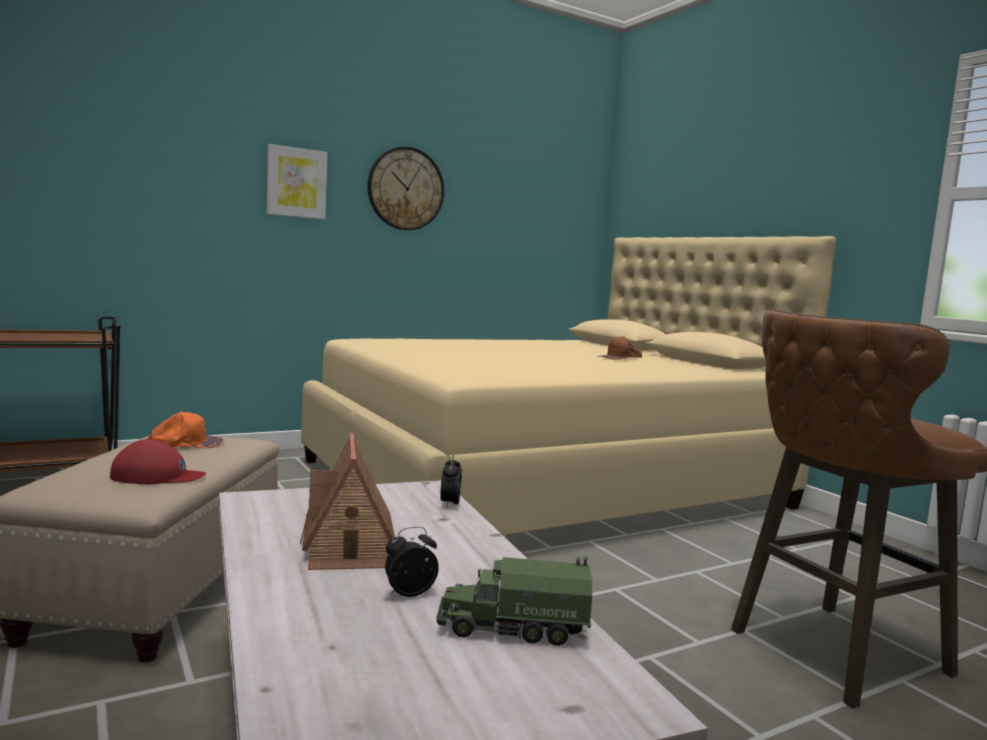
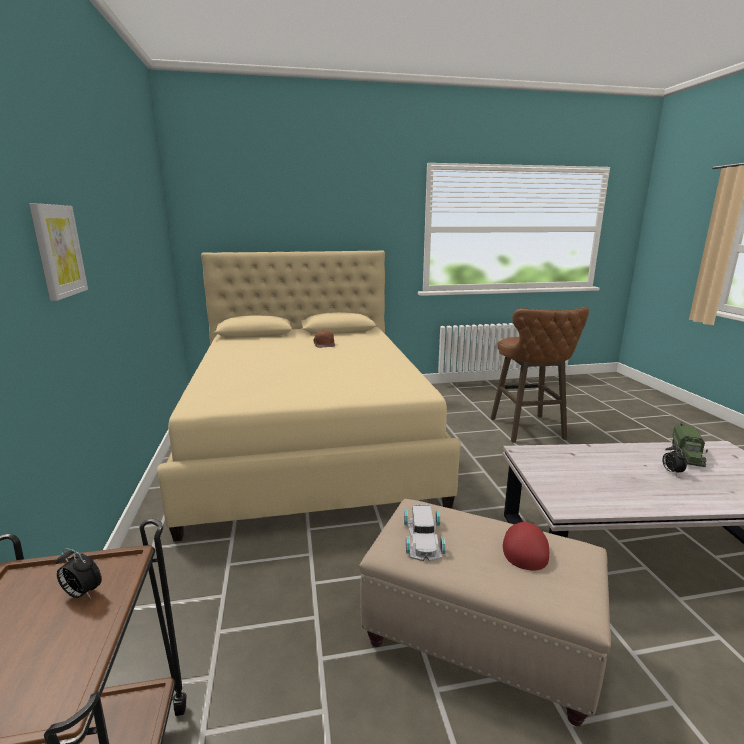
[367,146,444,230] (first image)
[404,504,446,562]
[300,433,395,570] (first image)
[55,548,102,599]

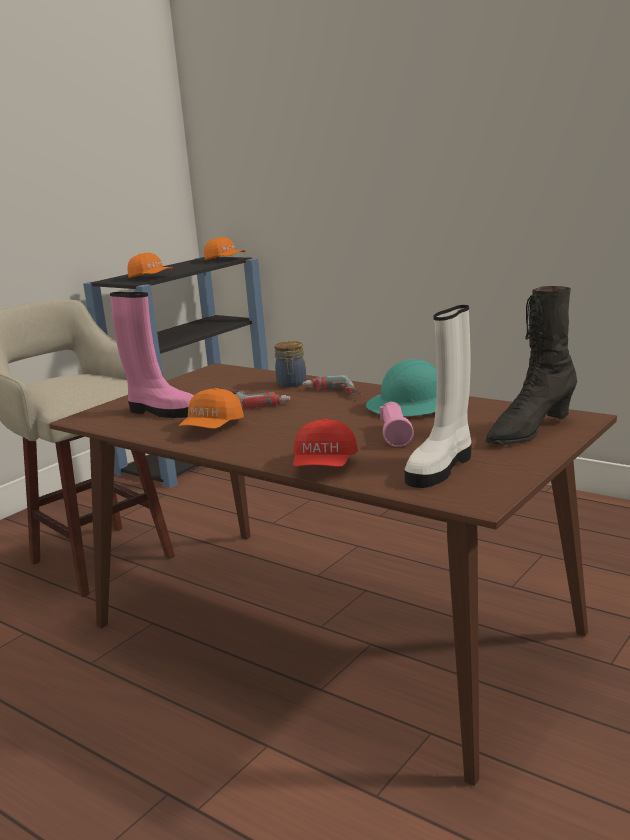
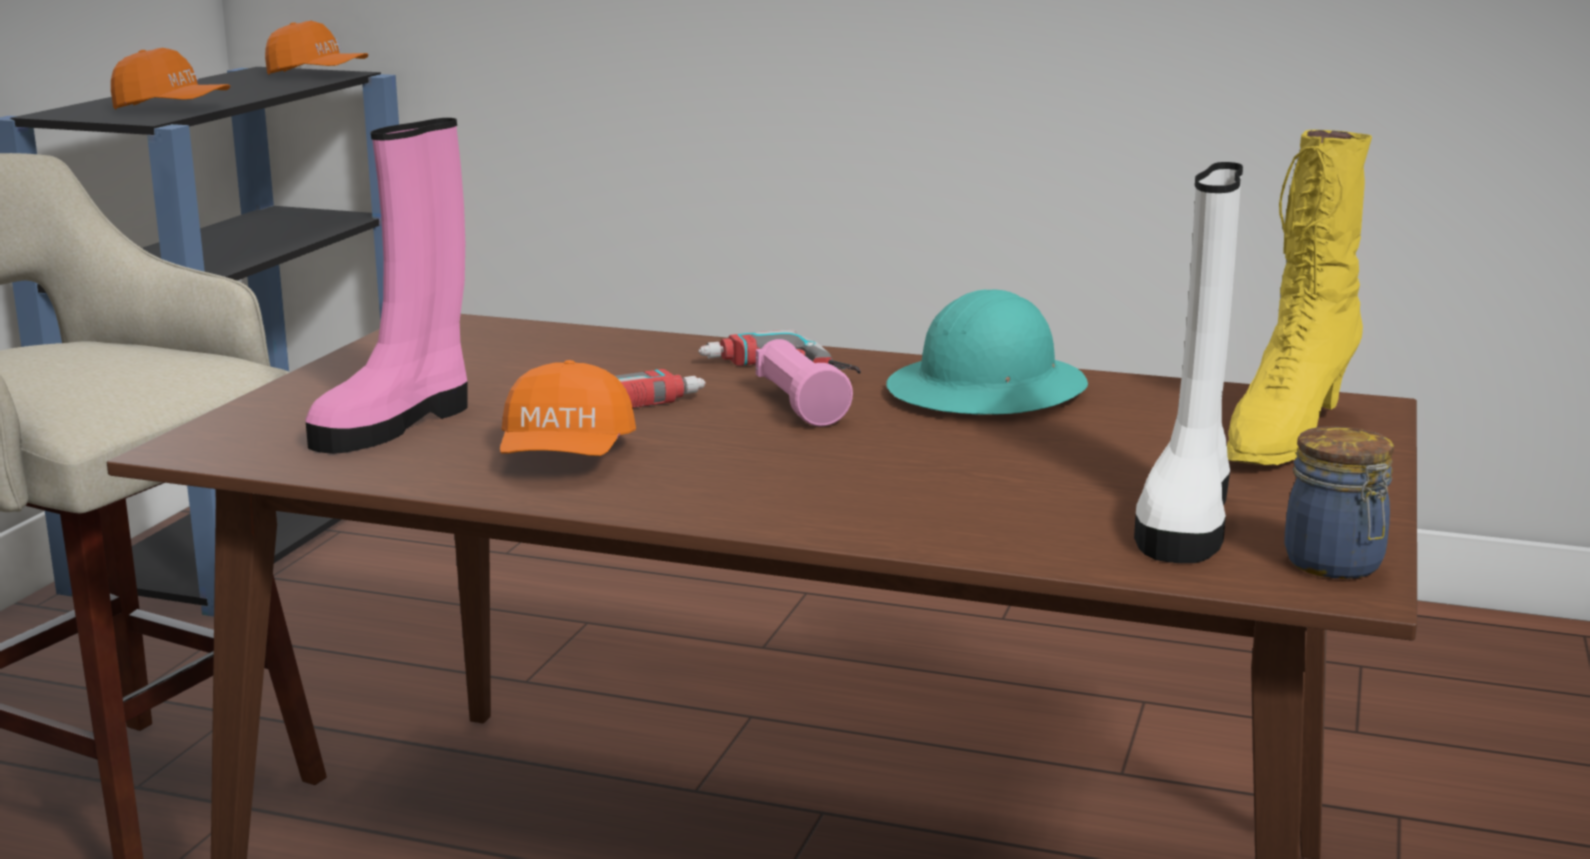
[1227,130,1372,465]
[305,118,468,454]
[1284,426,1394,579]
[756,339,853,426]
[293,419,358,467] (first image)

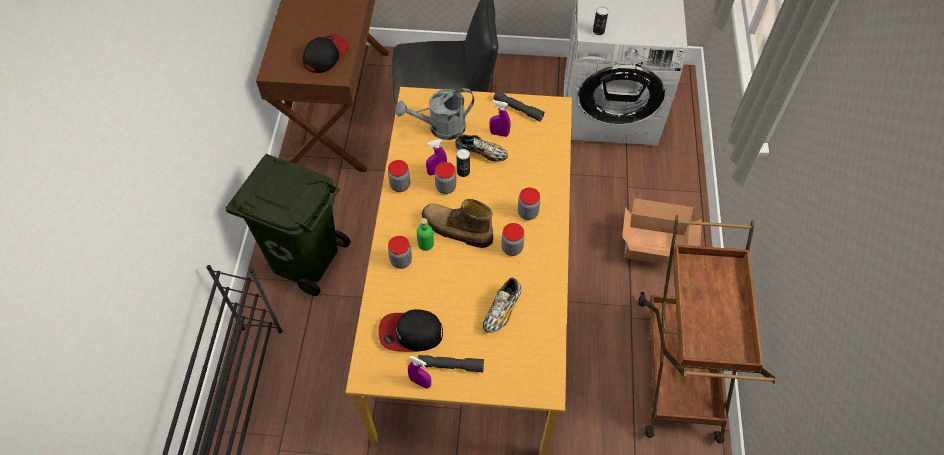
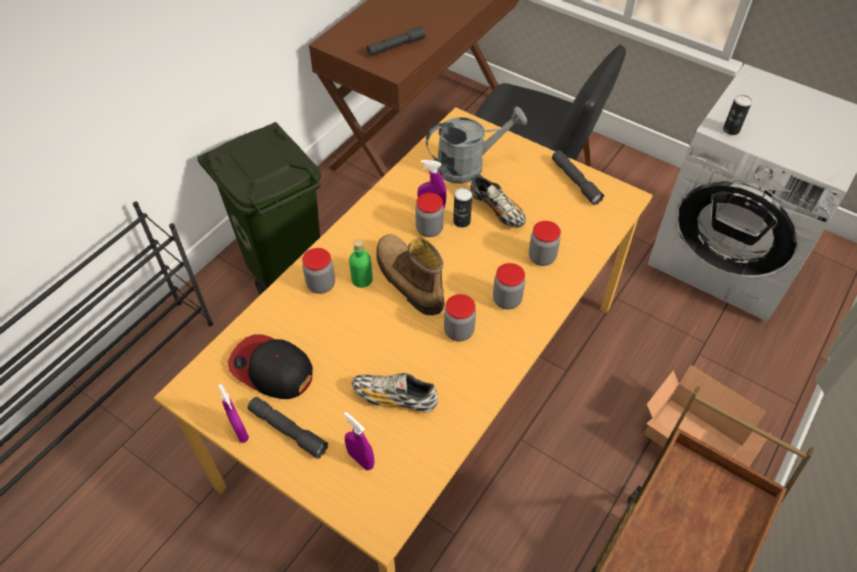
[366,26,426,56]
[426,106,527,184]
[344,412,374,470]
[529,221,561,266]
[352,373,438,413]

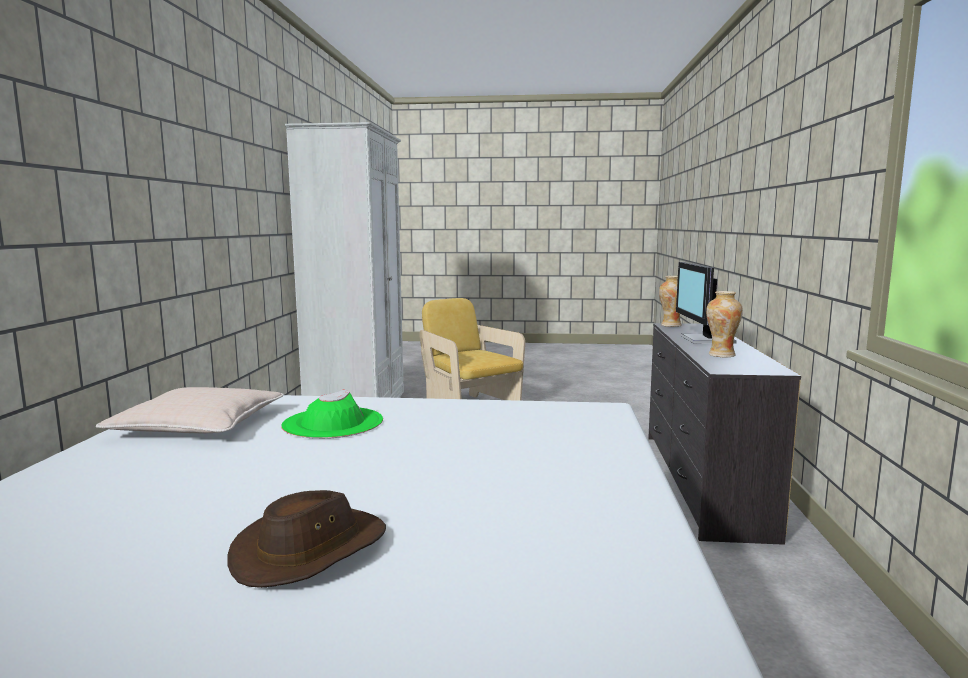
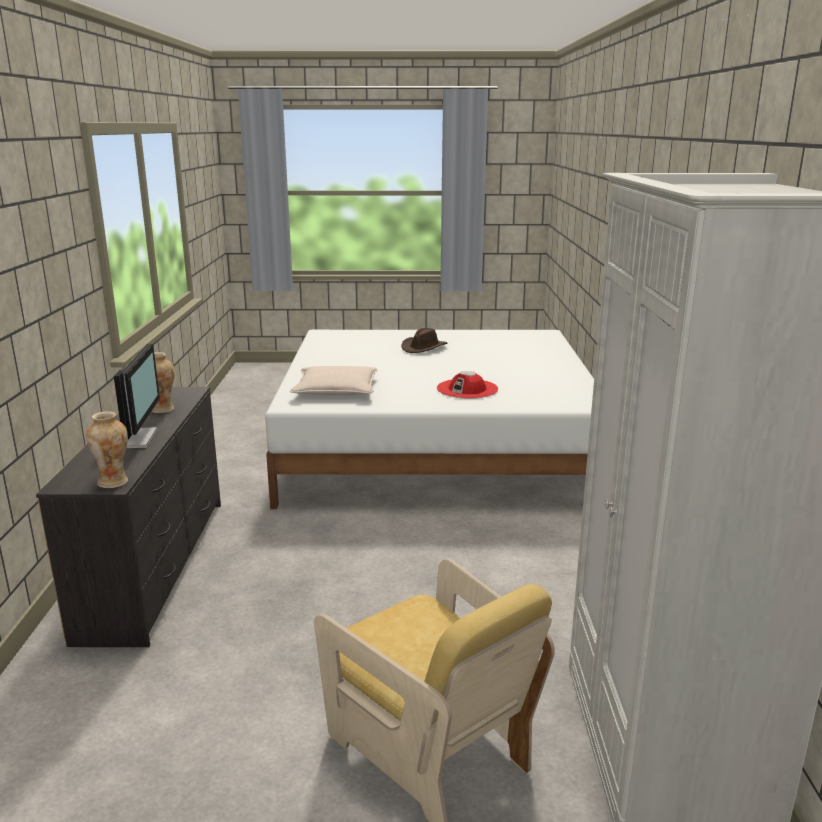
[290,366,378,395]
[437,371,498,399]

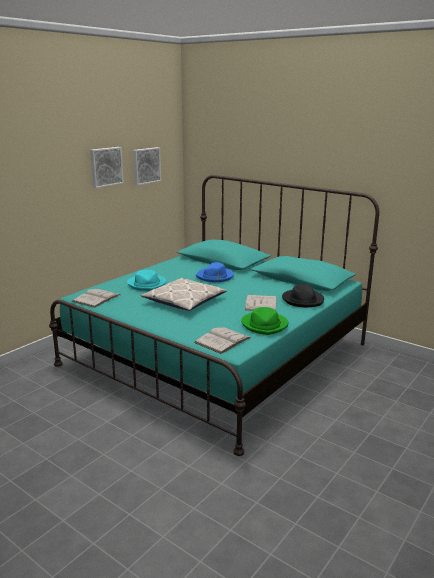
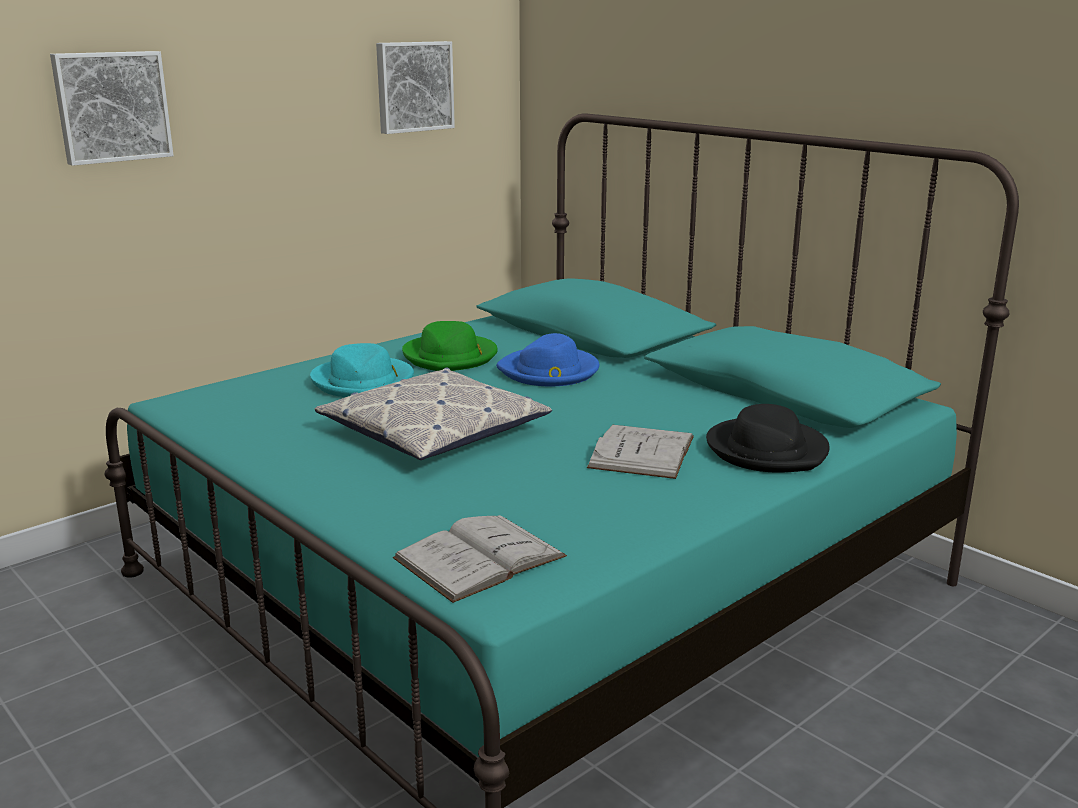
[50,51,174,166]
[72,289,120,308] (first image)
[402,321,498,371]

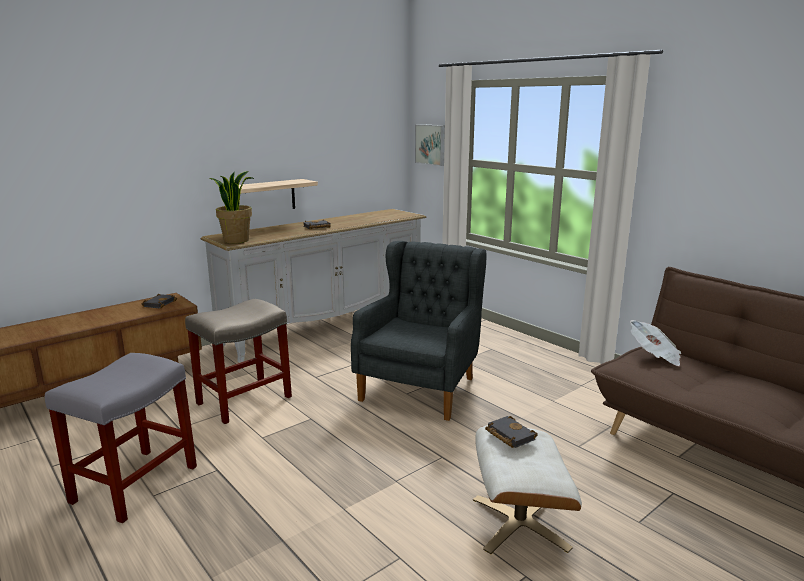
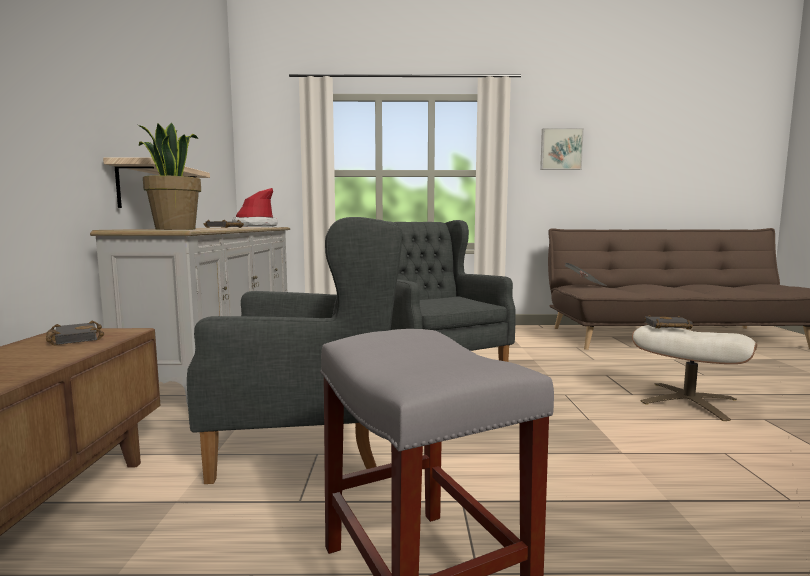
[540,128,584,170]
[187,217,402,484]
[232,188,278,227]

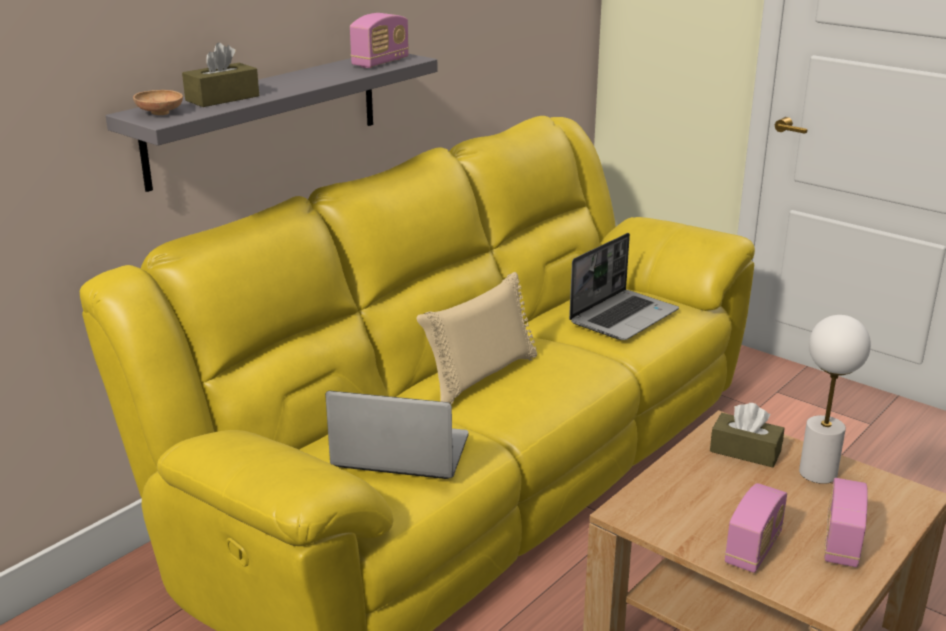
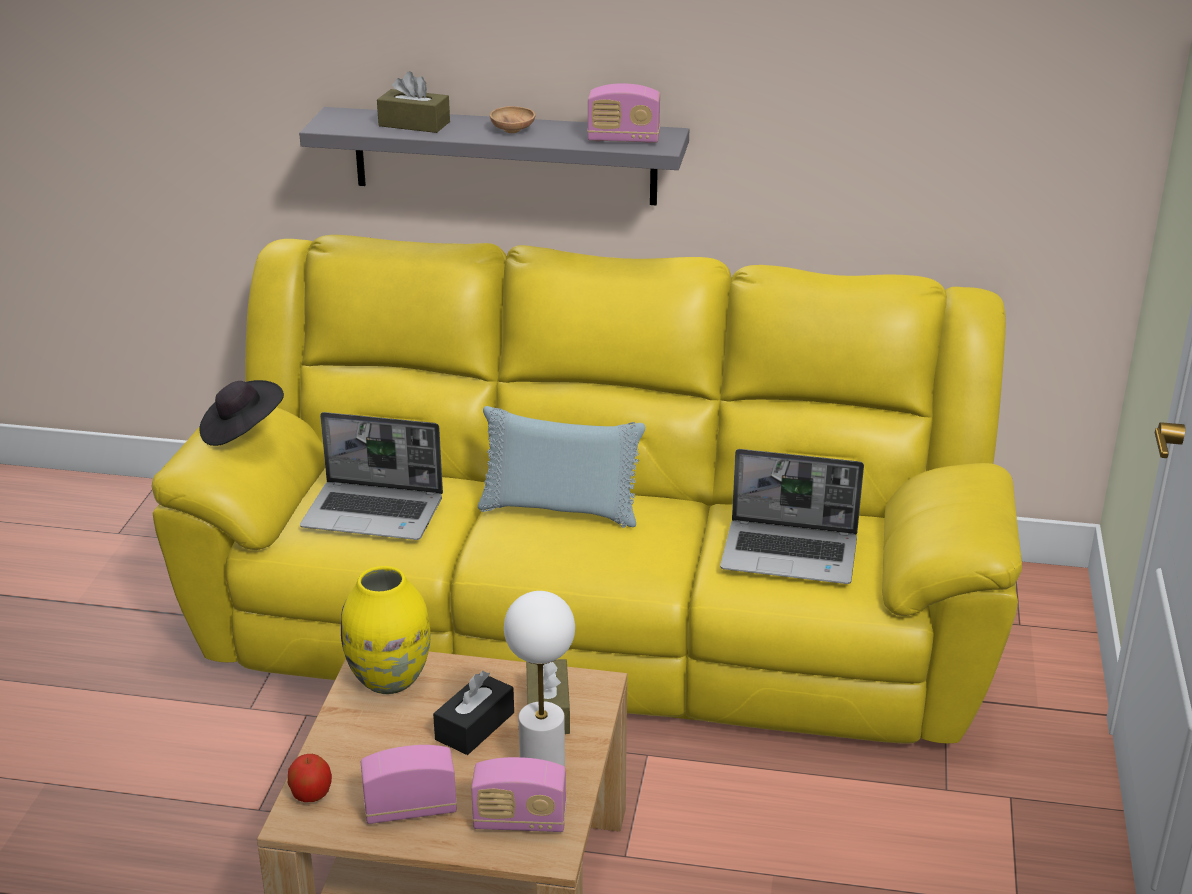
[490,106,535,133]
[478,406,645,528]
[300,412,443,540]
[471,757,567,832]
[200,380,284,446]
[341,566,431,694]
[433,671,514,755]
[288,754,332,802]

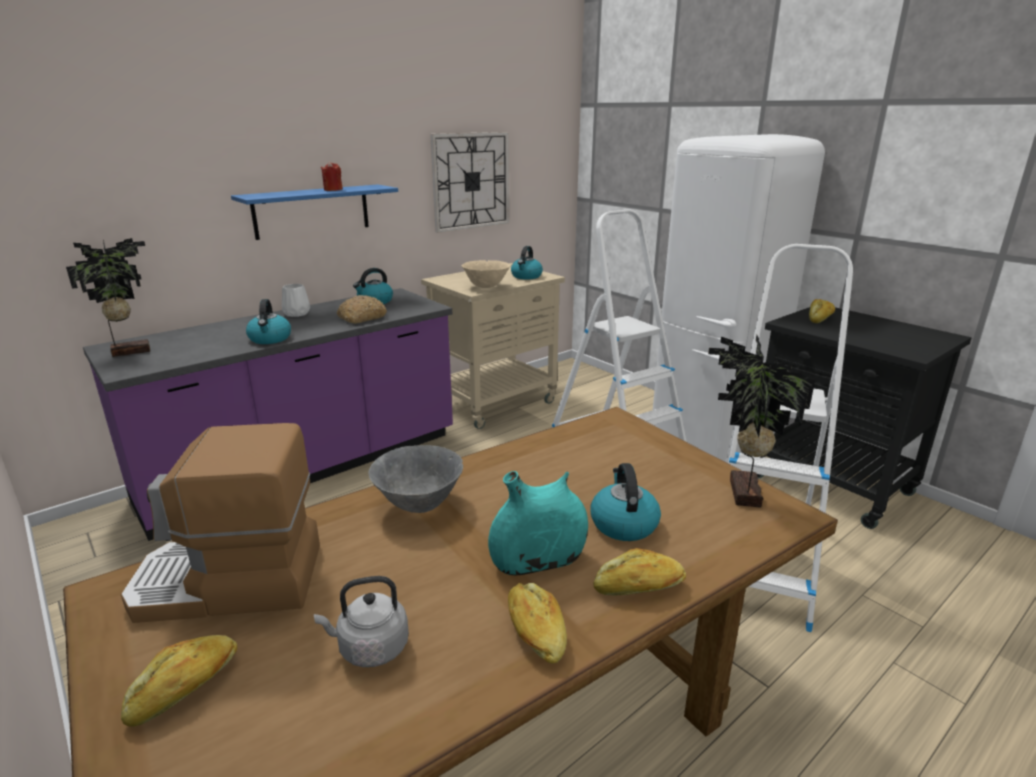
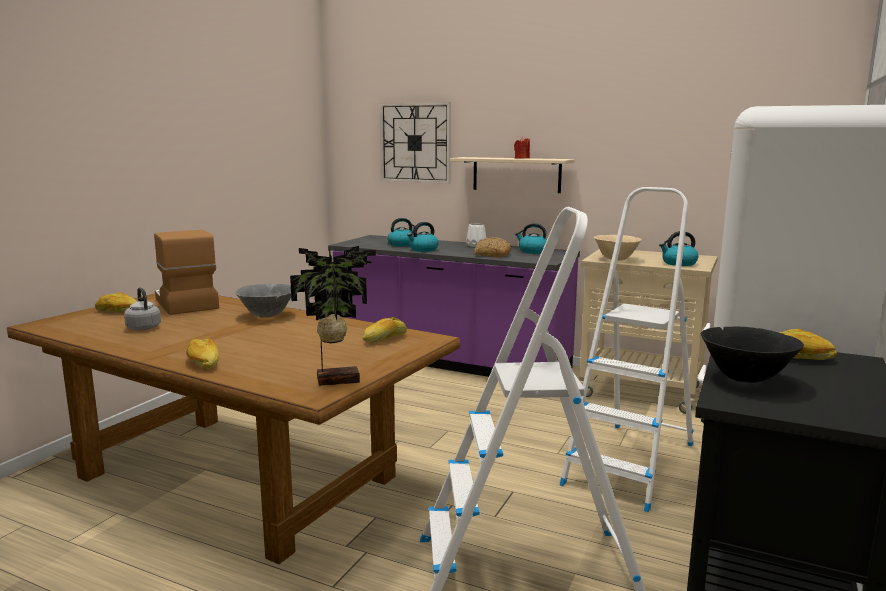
[380,102,451,184]
[450,157,575,193]
[66,238,150,357] (first image)
[388,218,415,246]
[488,471,588,575] (first image)
[363,317,407,343]
[701,327,804,383]

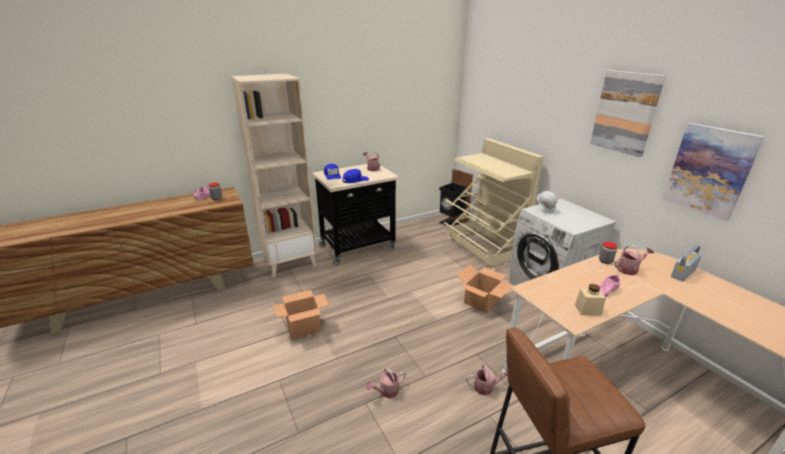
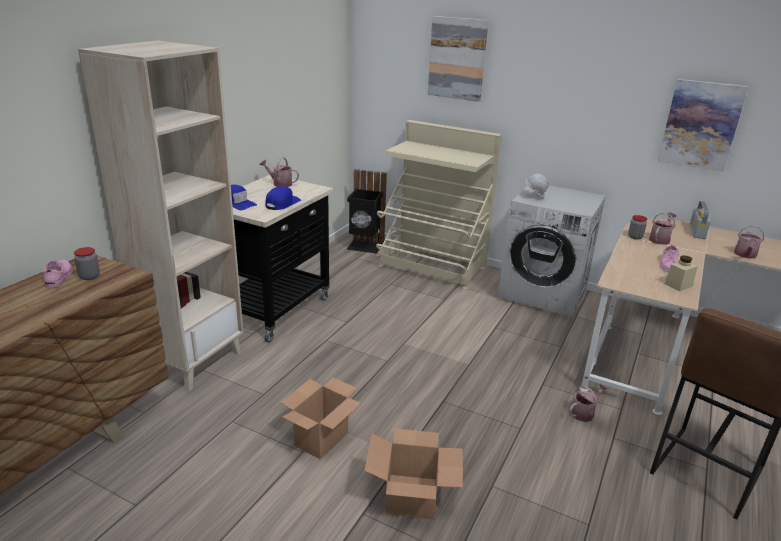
[428,16,489,102]
[364,429,463,520]
[734,225,764,259]

